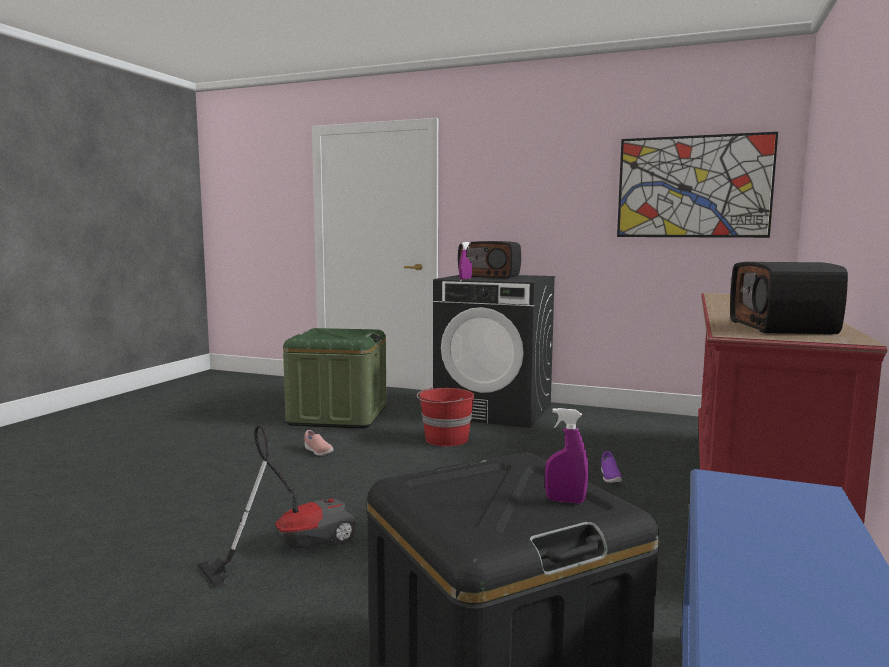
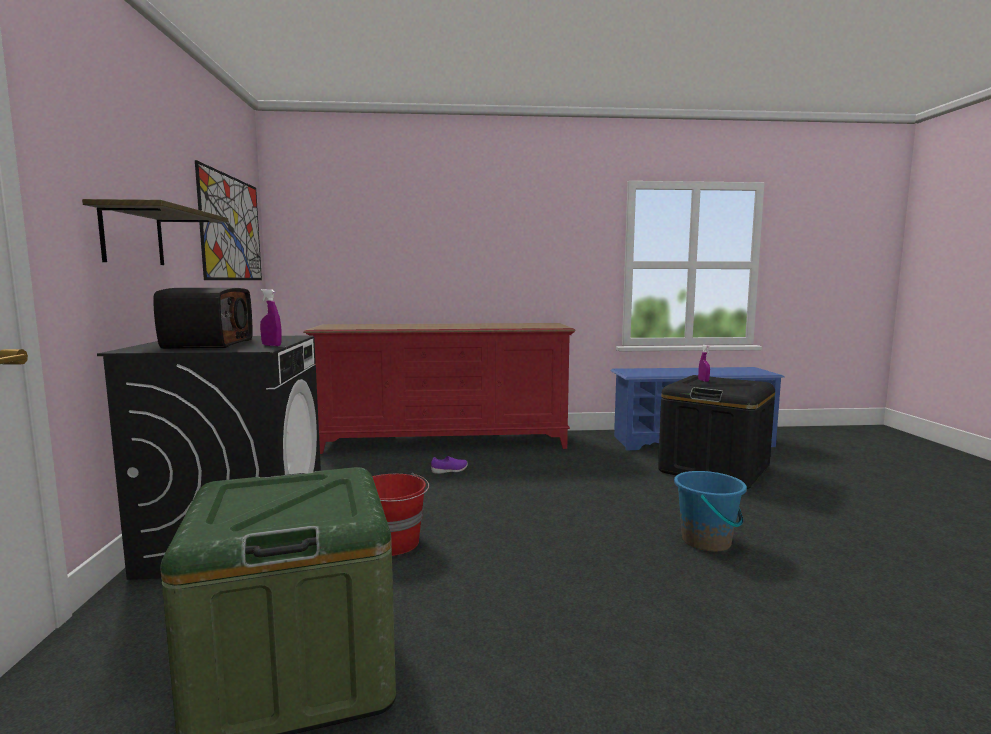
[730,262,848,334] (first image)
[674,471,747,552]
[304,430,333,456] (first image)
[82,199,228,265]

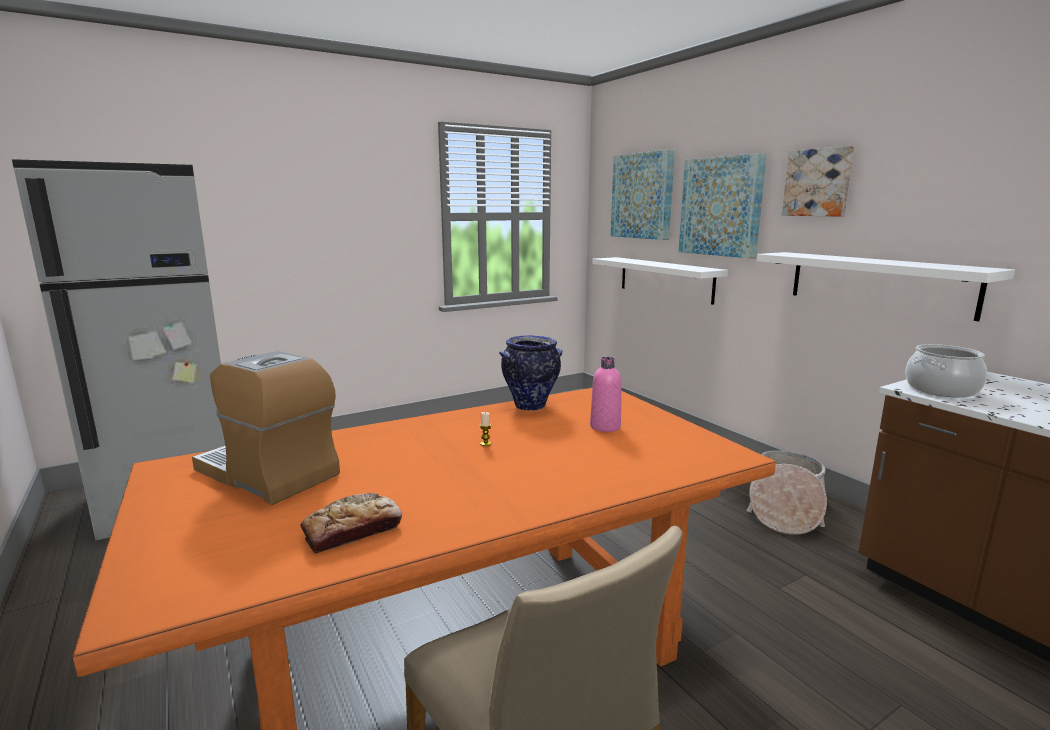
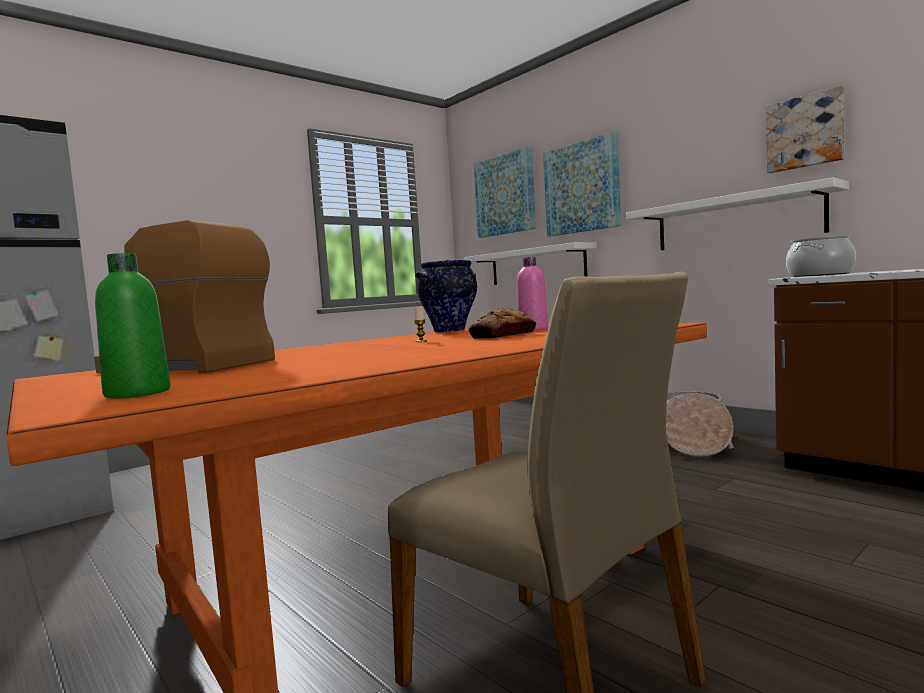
[766,86,844,173]
[468,308,536,339]
[95,253,171,399]

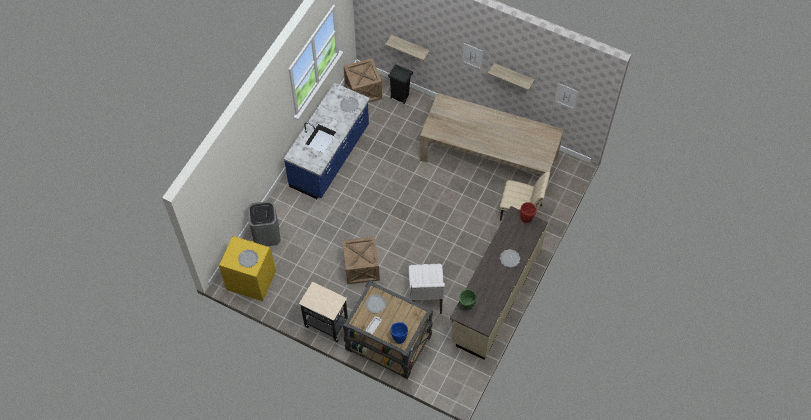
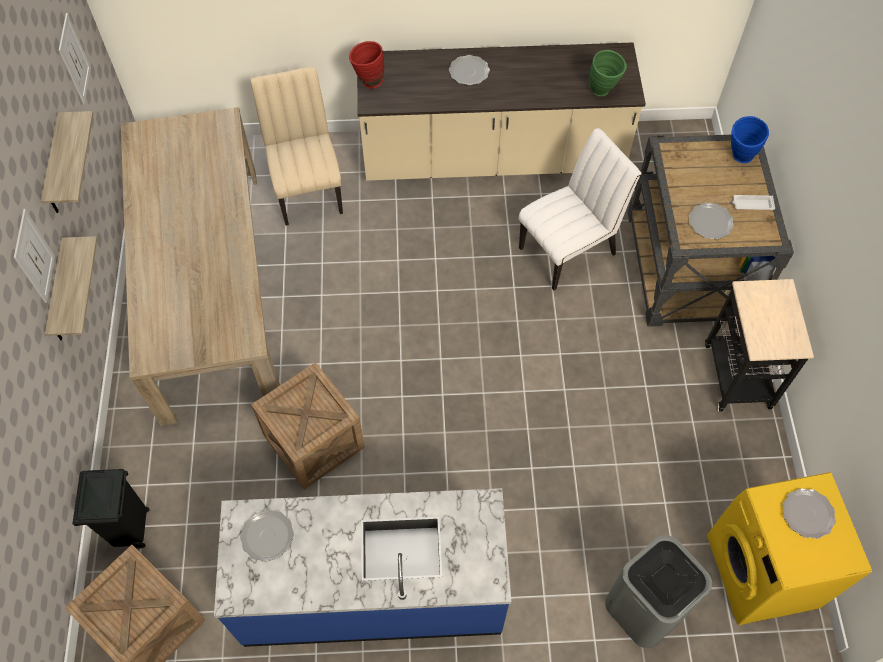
[45,236,97,340]
[251,362,365,490]

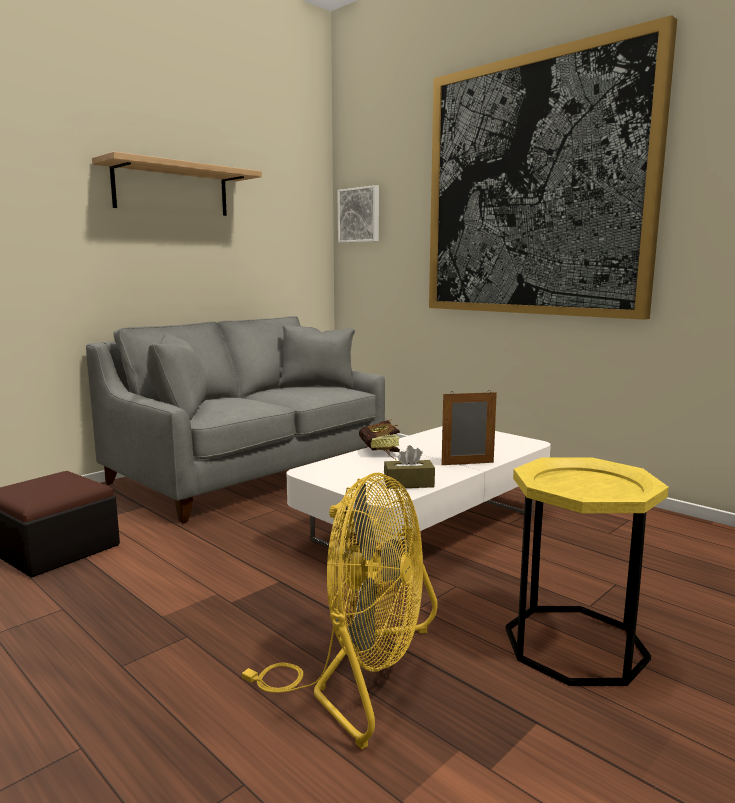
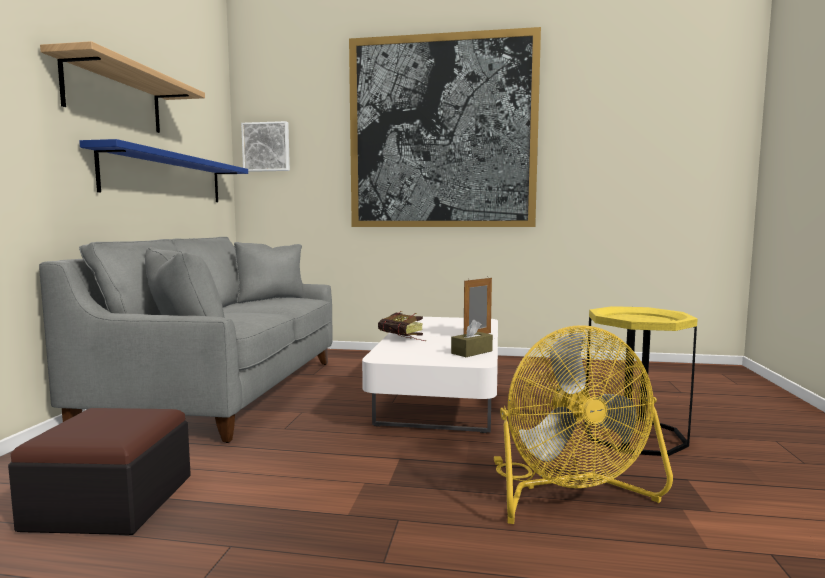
[494,325,673,524]
[79,139,248,202]

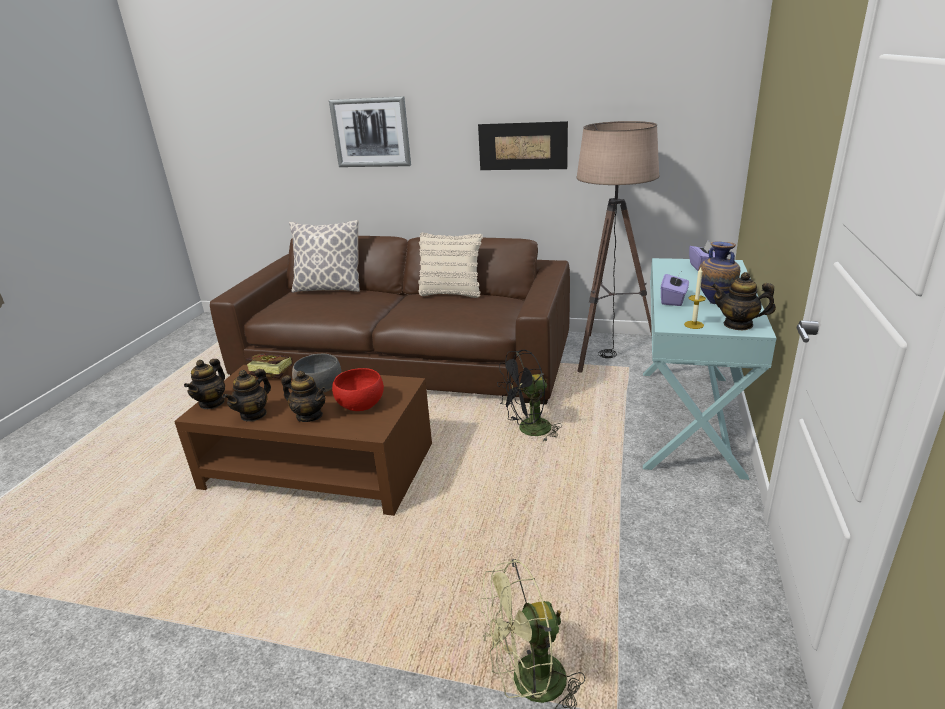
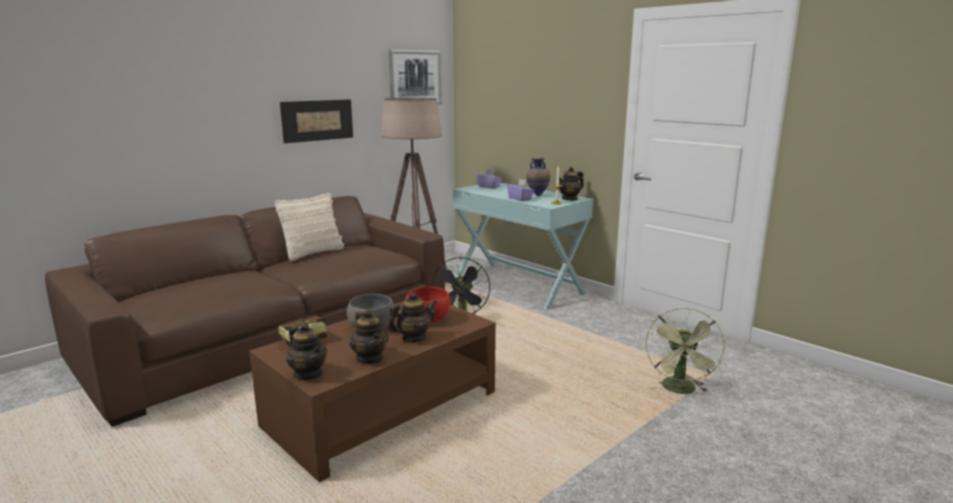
[388,49,442,104]
[289,220,360,293] (first image)

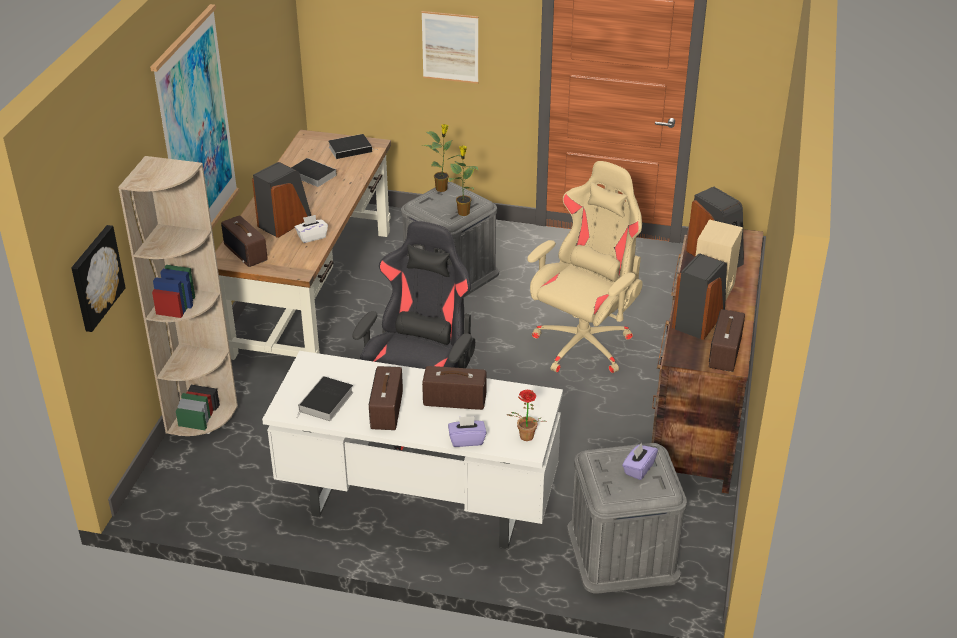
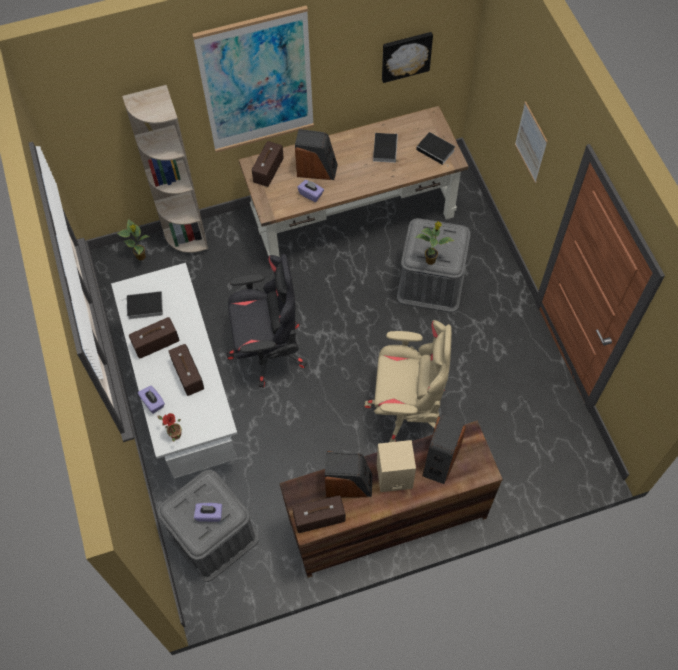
[117,219,149,260]
[297,180,324,202]
[382,32,433,83]

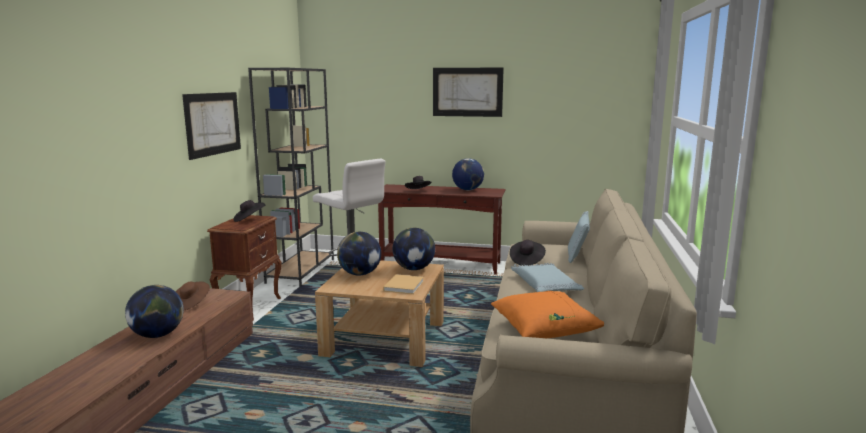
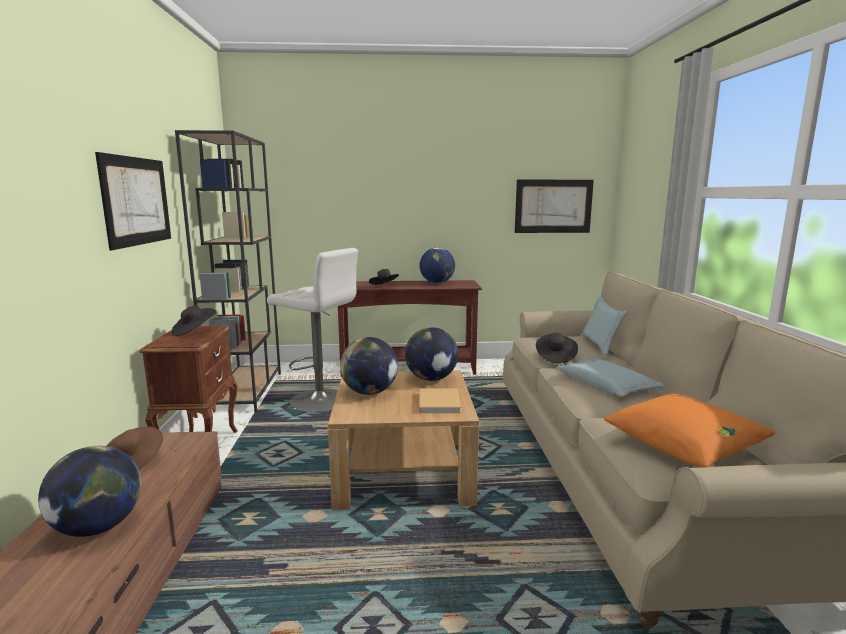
[515,180,594,233]

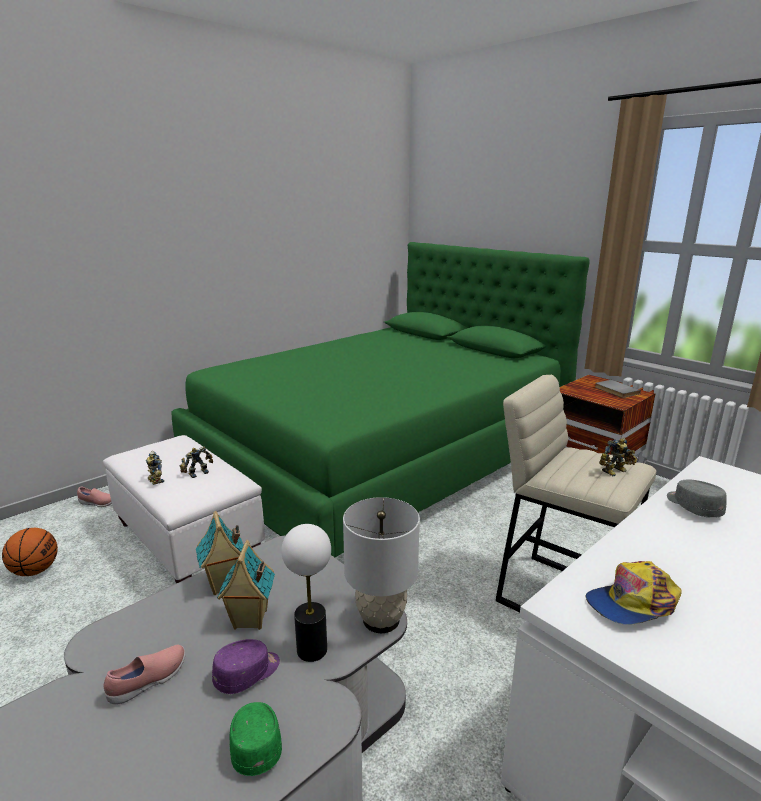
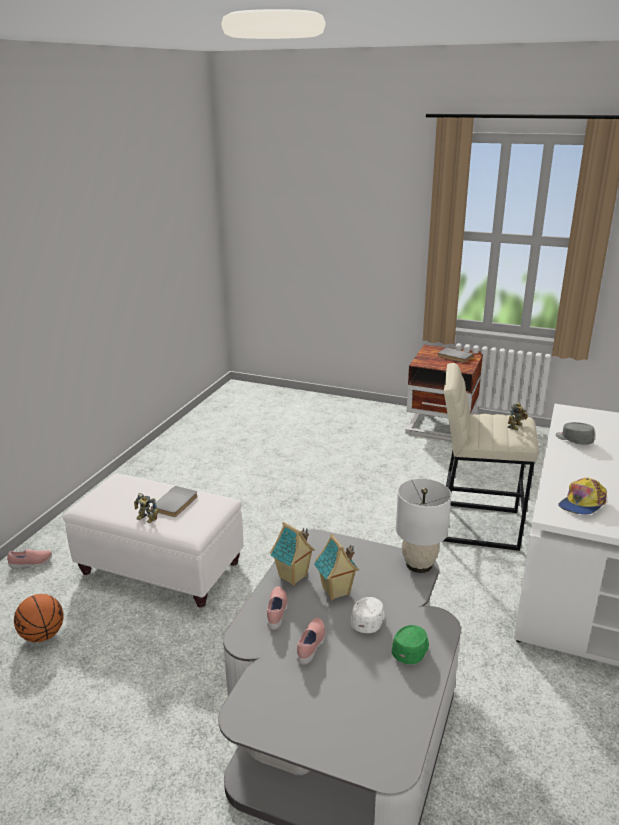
[172,242,590,557] (first image)
[151,486,198,517]
[281,524,331,662] (first image)
[351,597,384,633]
[392,625,429,664]
[267,586,288,630]

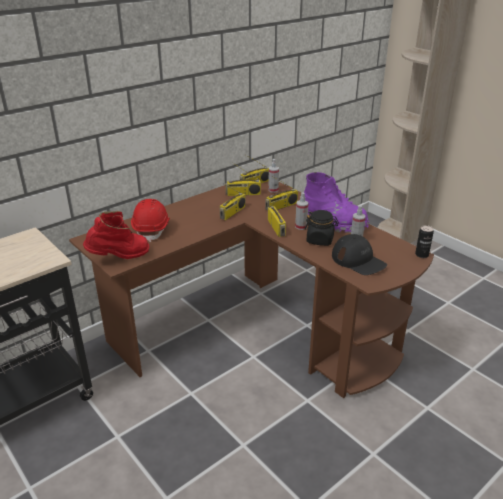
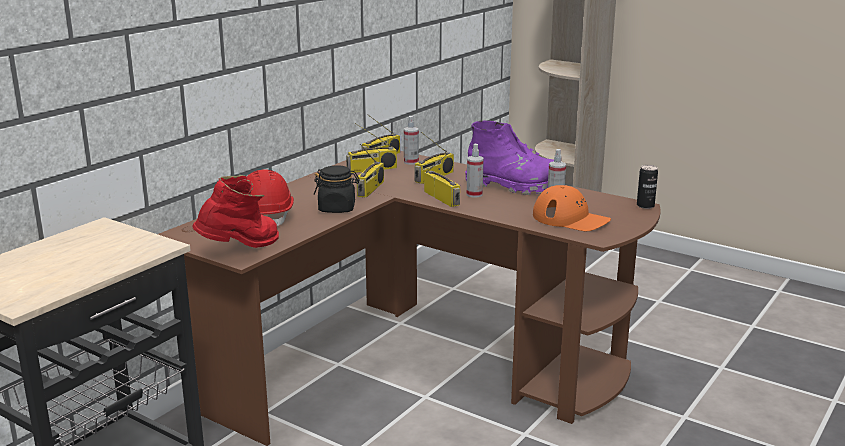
[314,166,360,213]
[533,185,611,231]

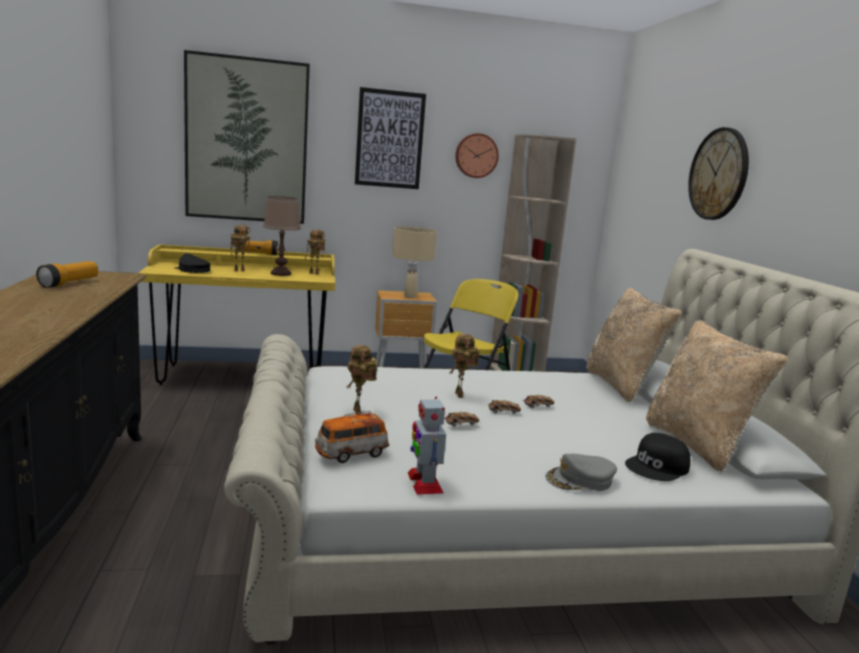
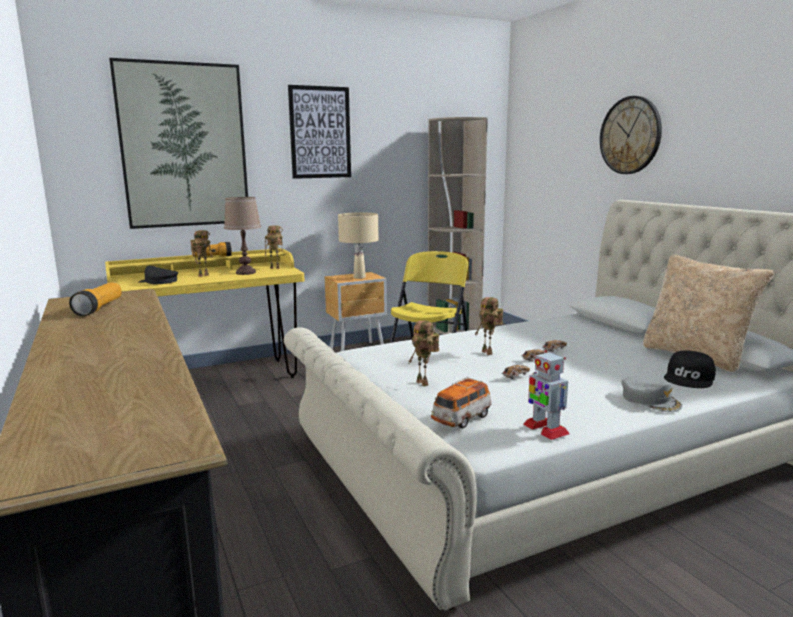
[455,133,499,178] (first image)
[587,288,682,402] (first image)
[622,377,682,412]

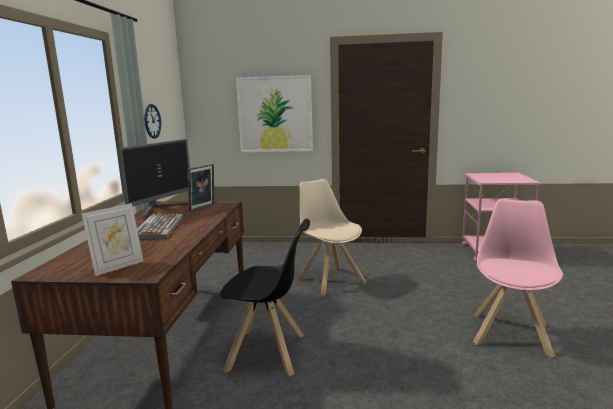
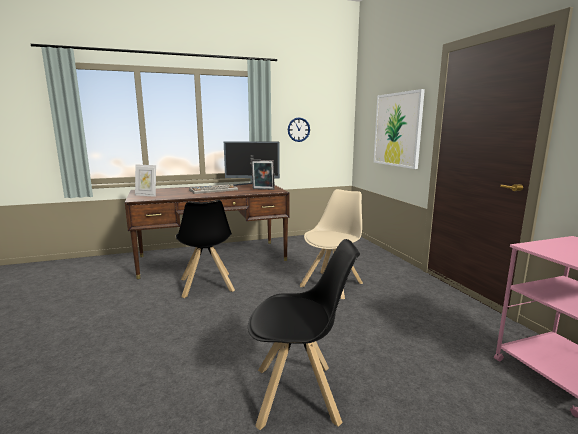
[248,239,360,430]

